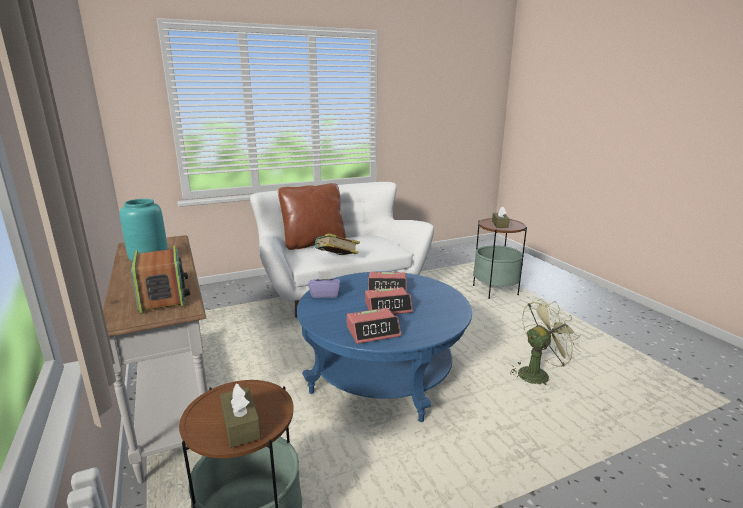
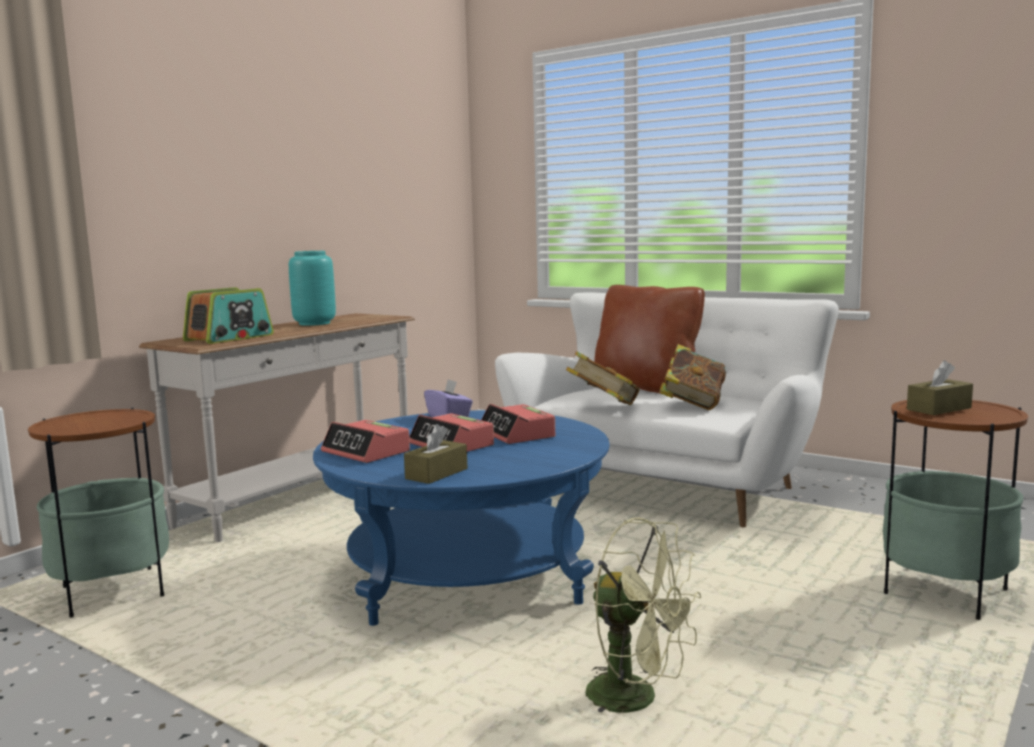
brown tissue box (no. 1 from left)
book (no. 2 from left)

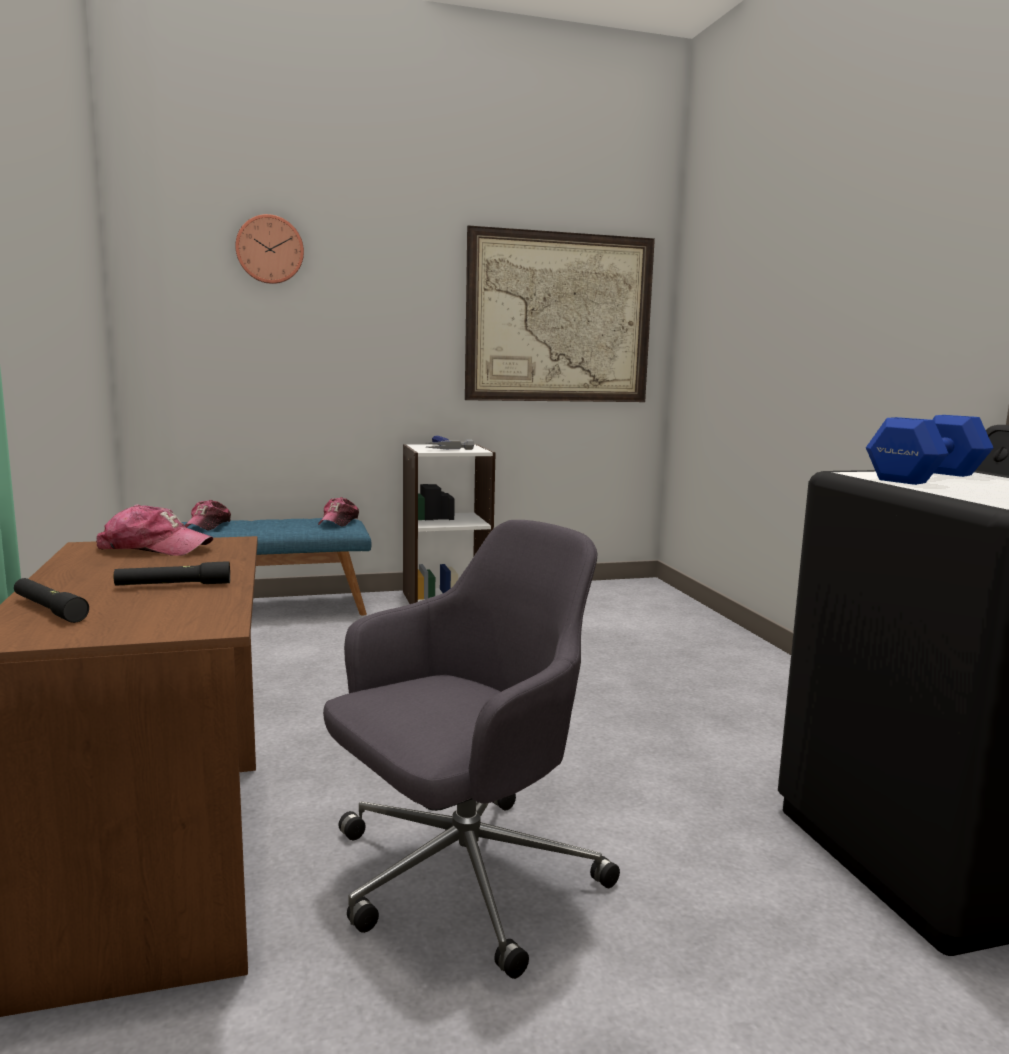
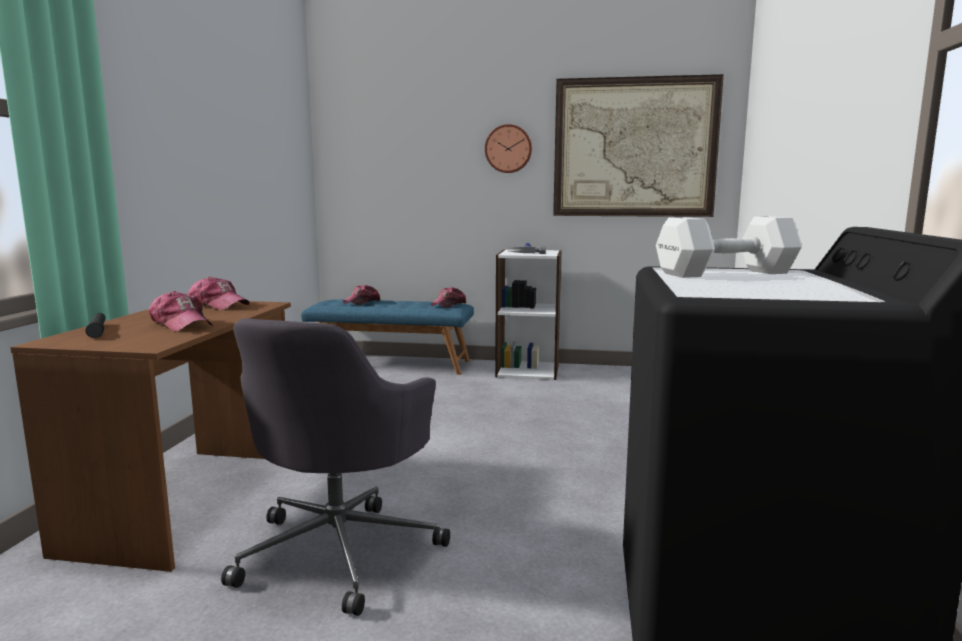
cap (no. 1 from left)
wall clock
grey office chair
white dumbbell

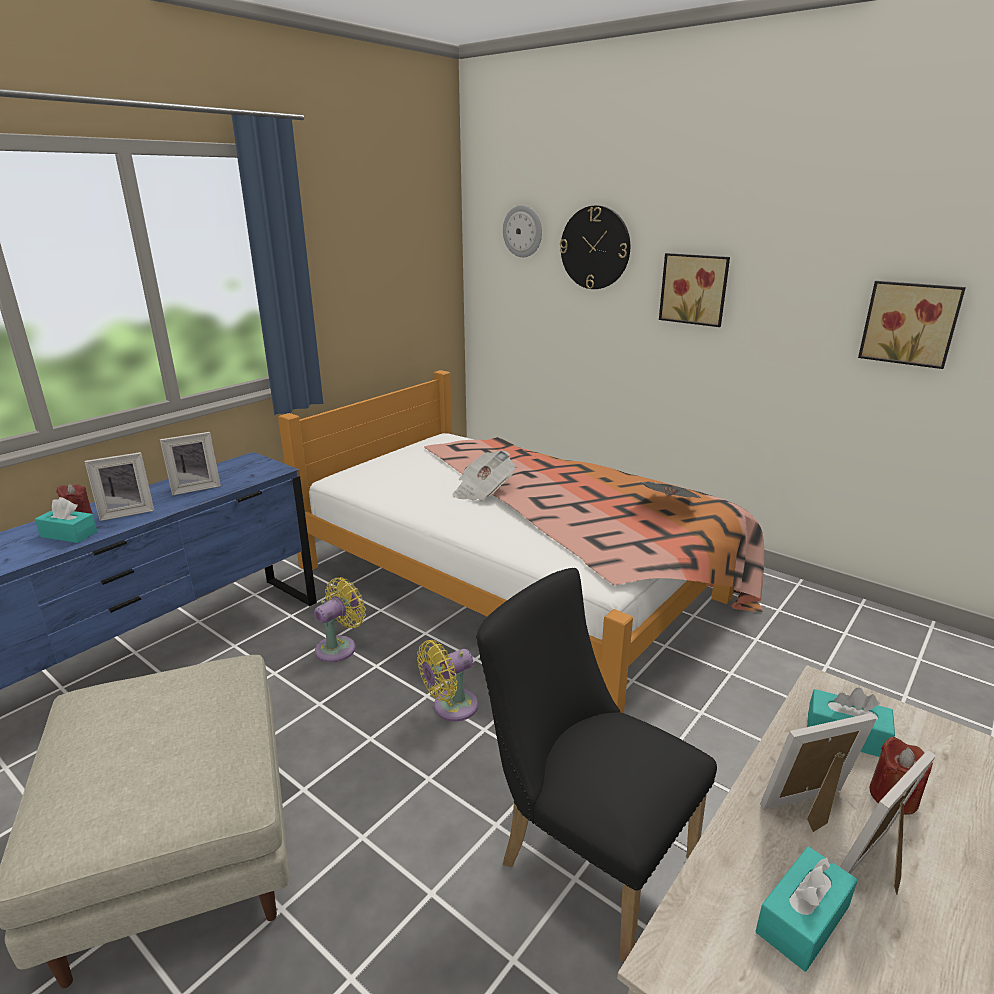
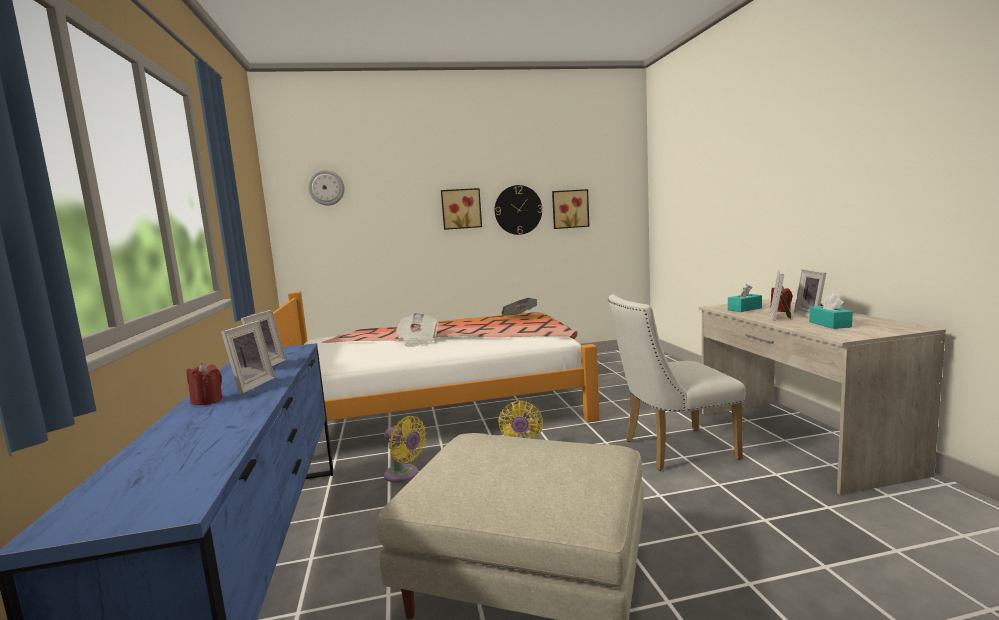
turquoise tissue box (no. 1 from left in the first image)
yellow fan (no. 1 from left)
white chair
wall clock (no. 2 from left)

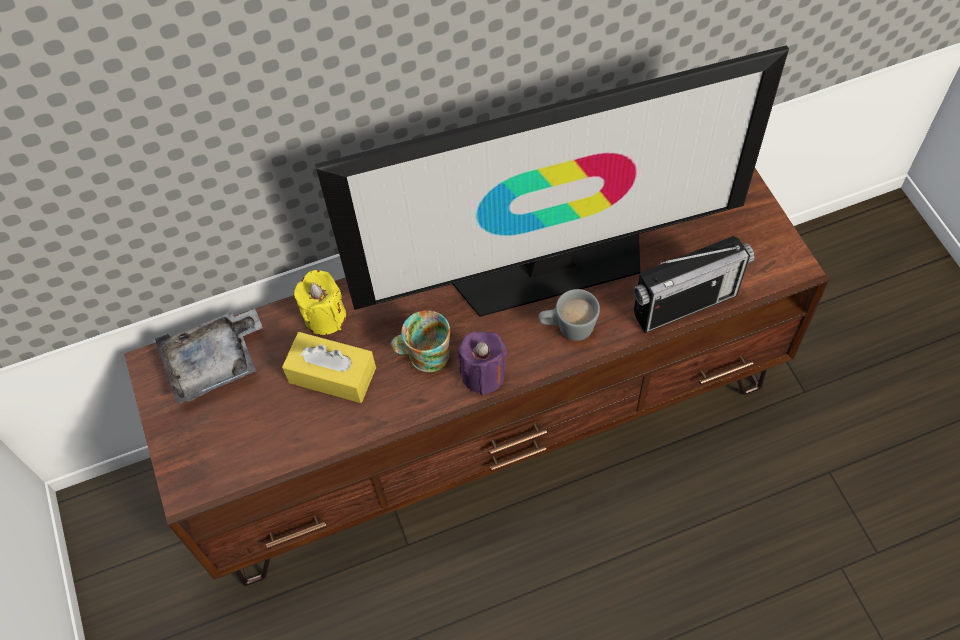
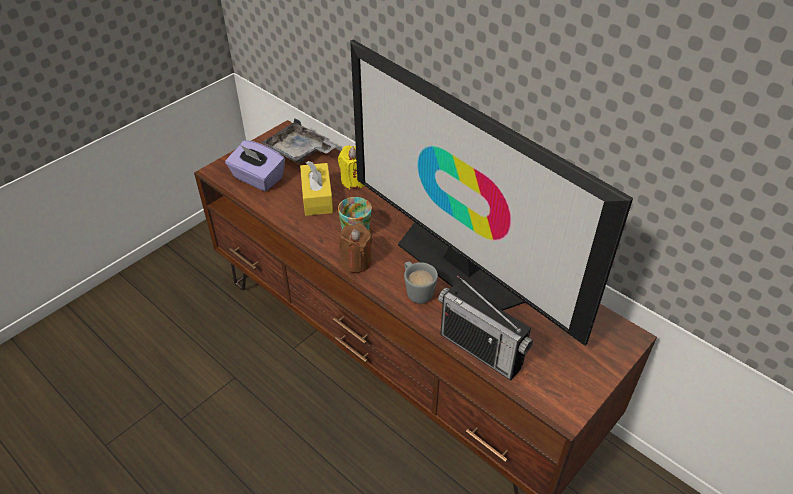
brown candle
purple tissue box

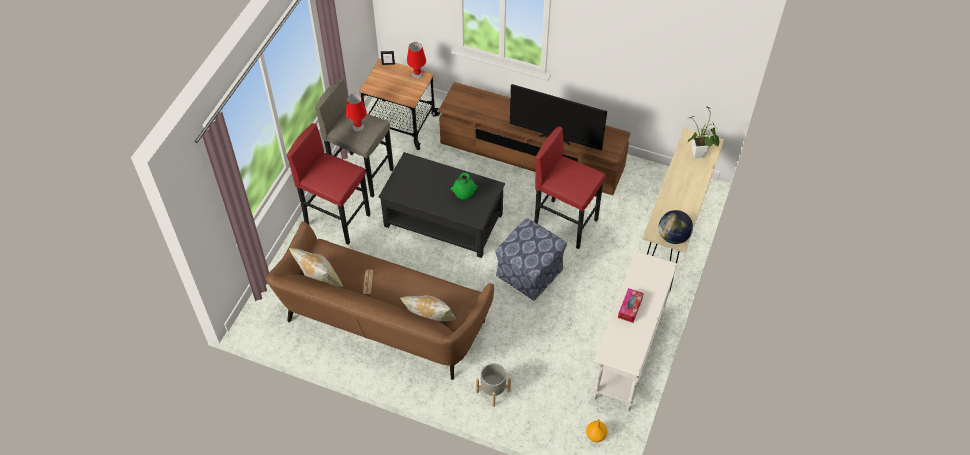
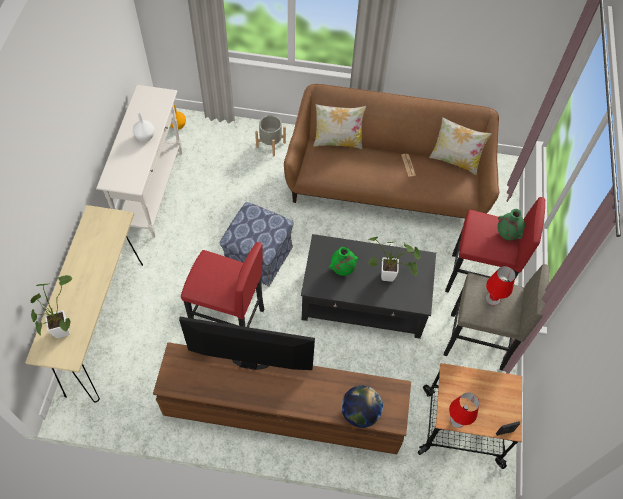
white vase
globe
potted plant (no. 2 from left)
green vase (no. 2 from left)

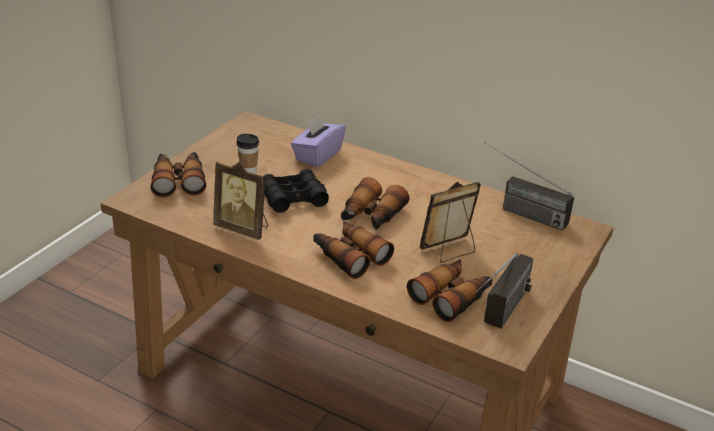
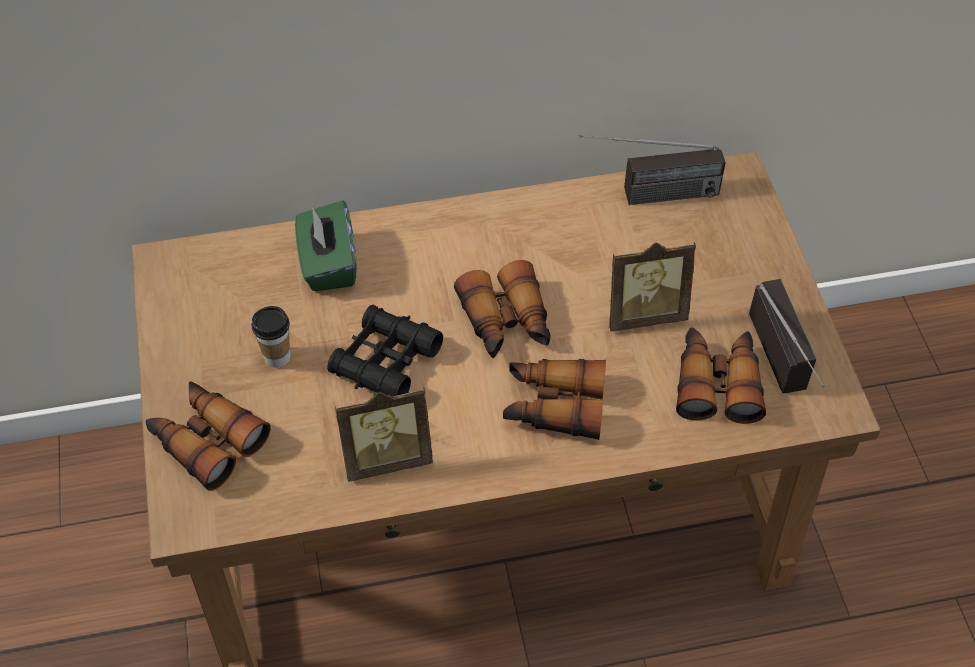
green tissue box
picture frame (no. 2 from left)

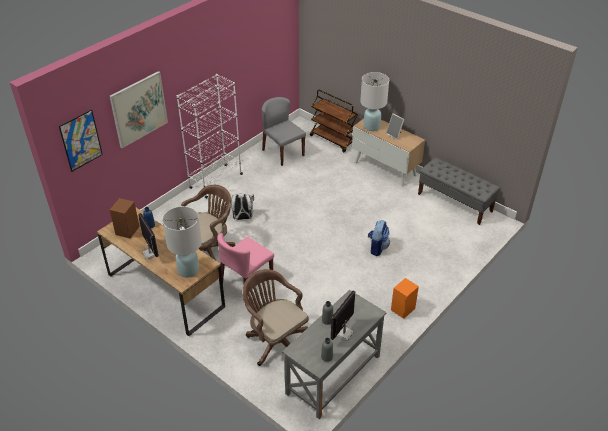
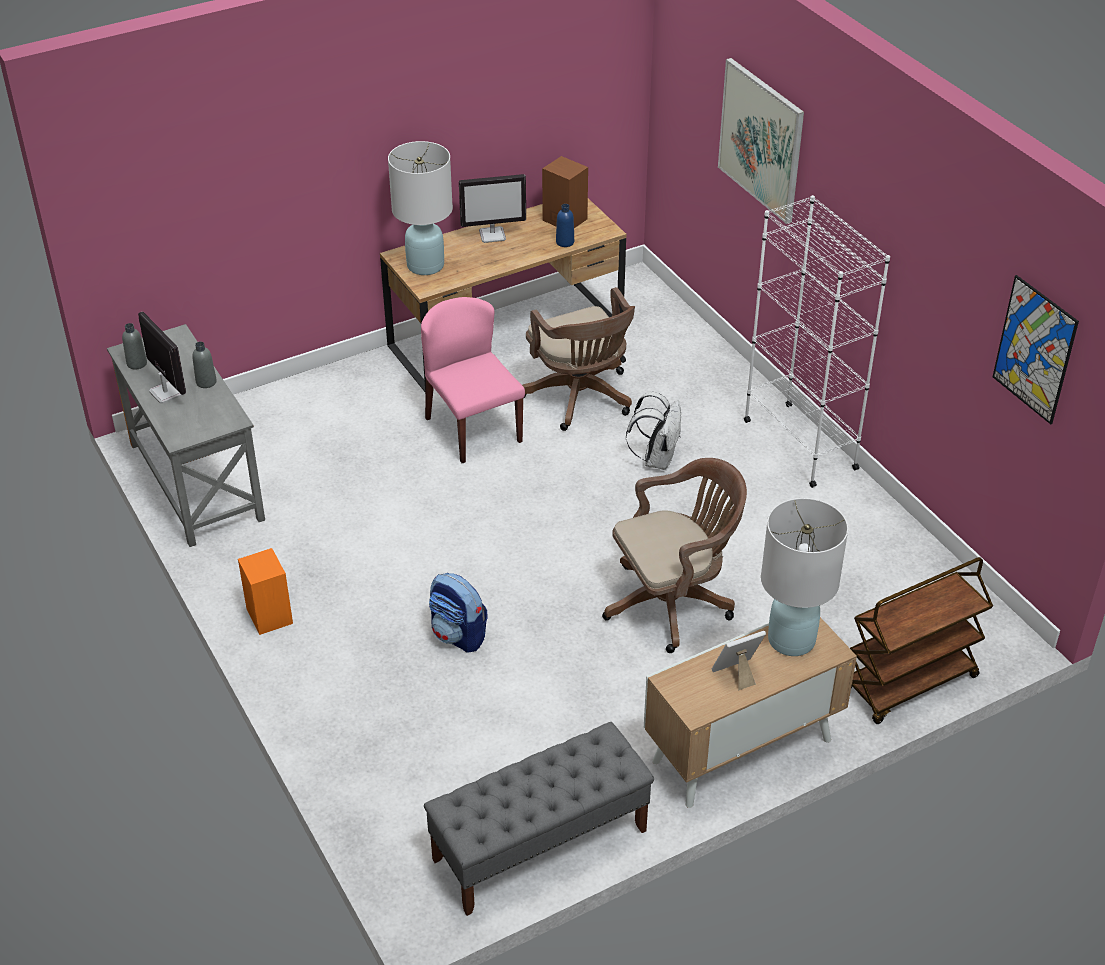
picture (no. 2 from left)
brown office chair (no. 2 from left)
grey chair

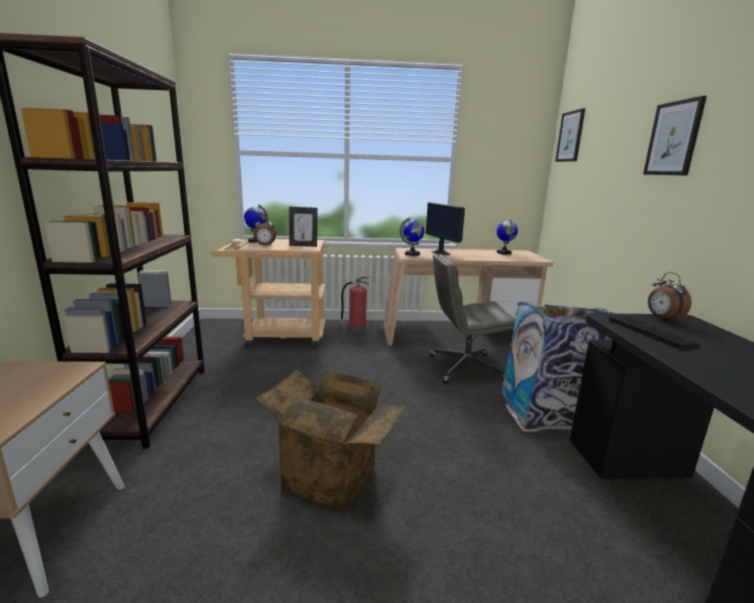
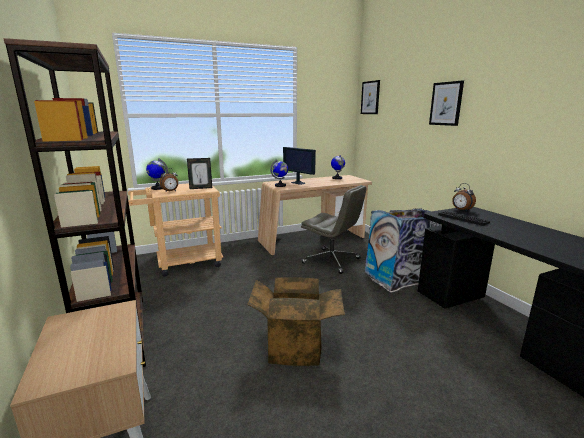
fire extinguisher
grey office chair

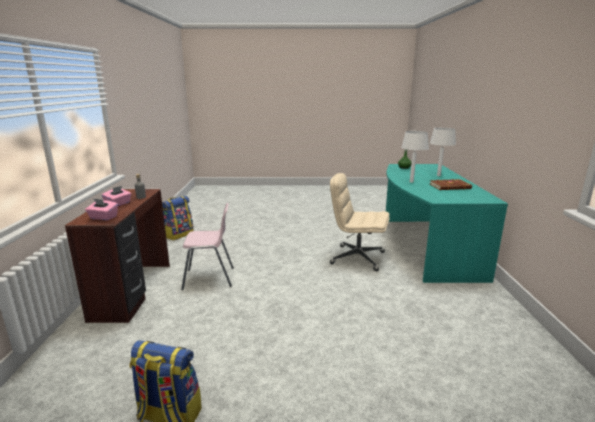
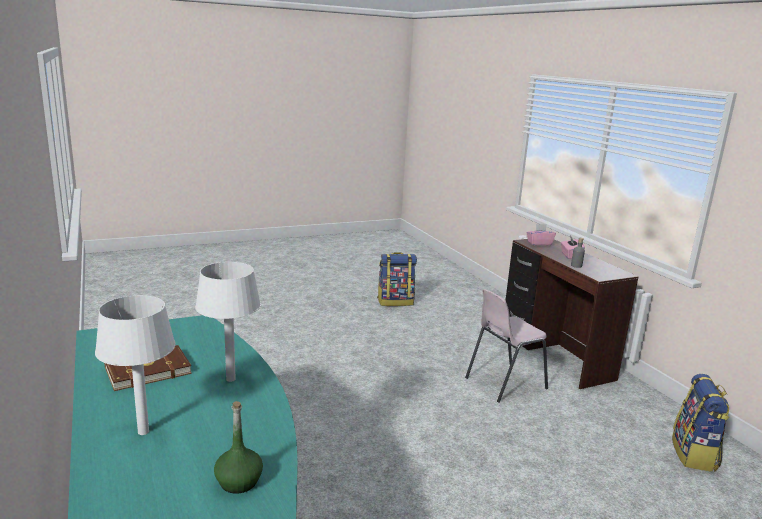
beige office chair

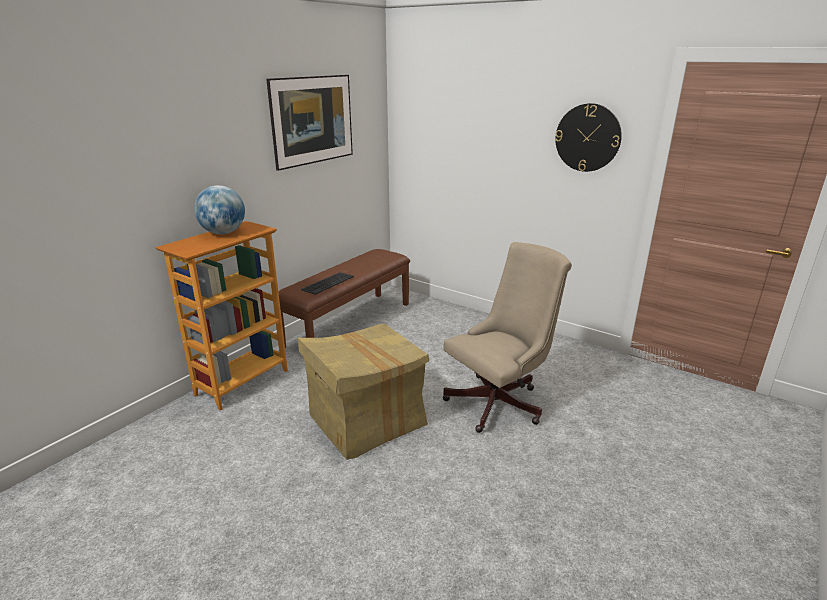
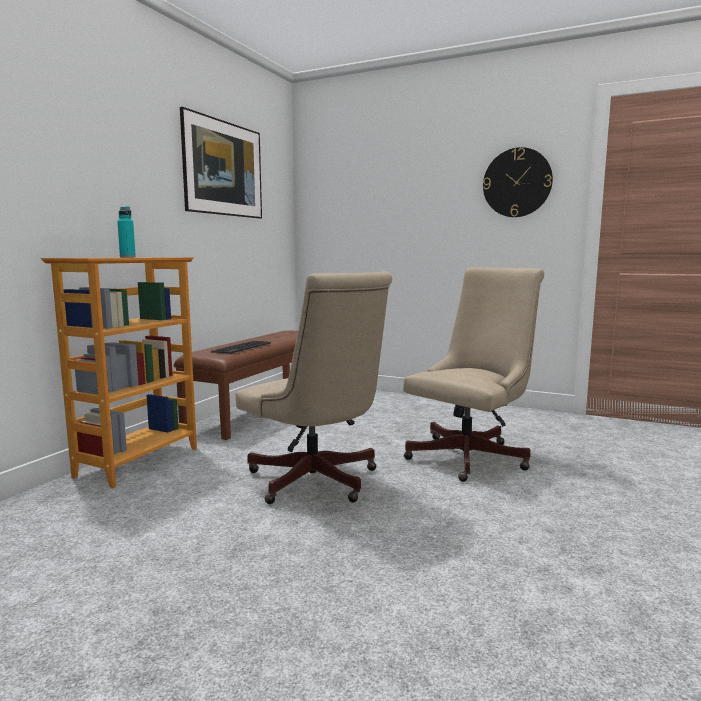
turquoise bottle
beige office chair (no. 1 from left)

